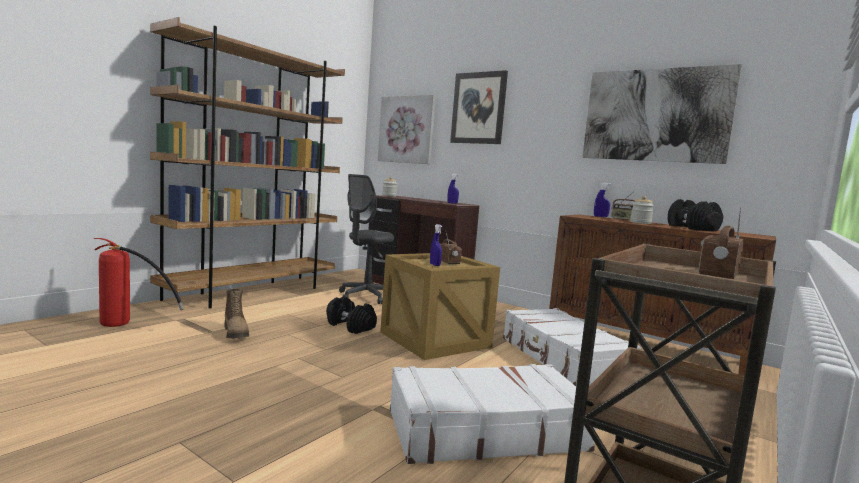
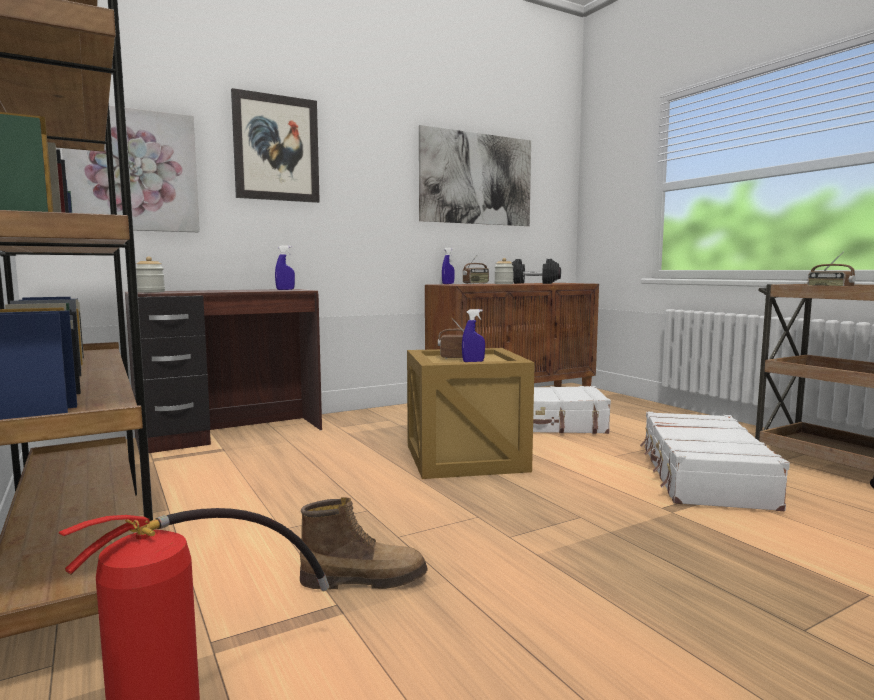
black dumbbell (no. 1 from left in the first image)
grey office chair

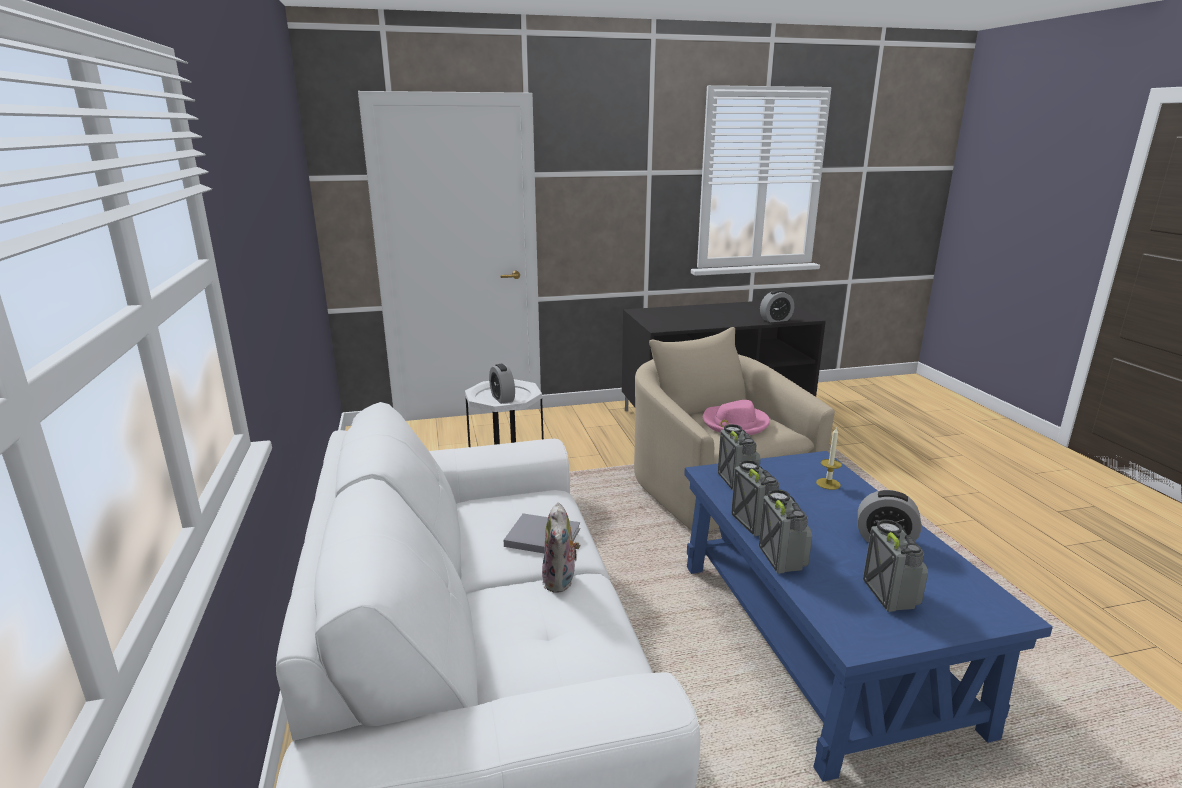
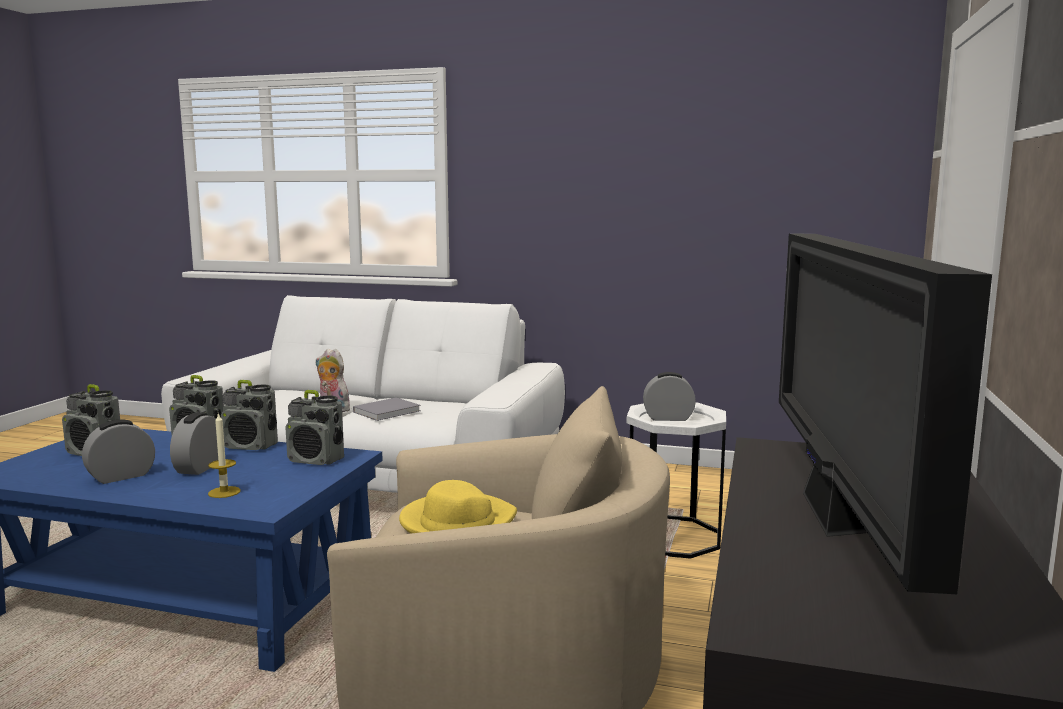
yellow hat
alarm clock (no. 2 from left)
television

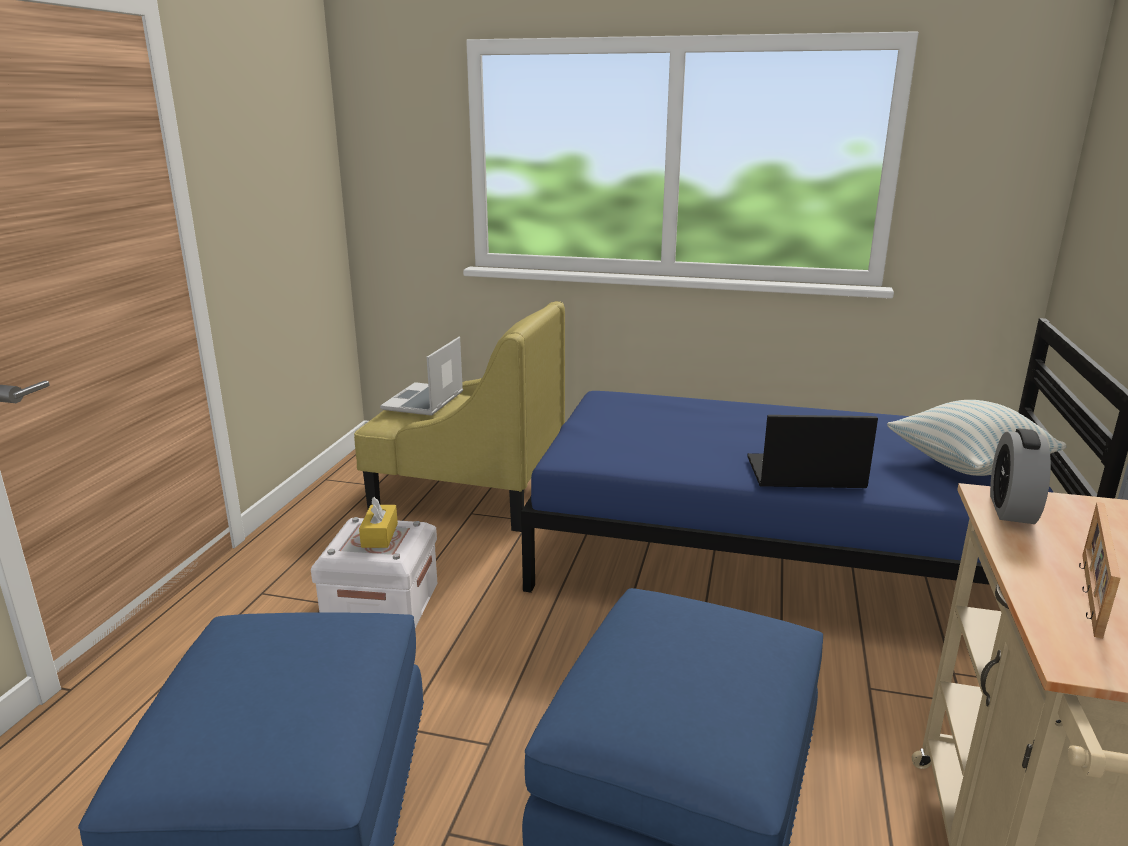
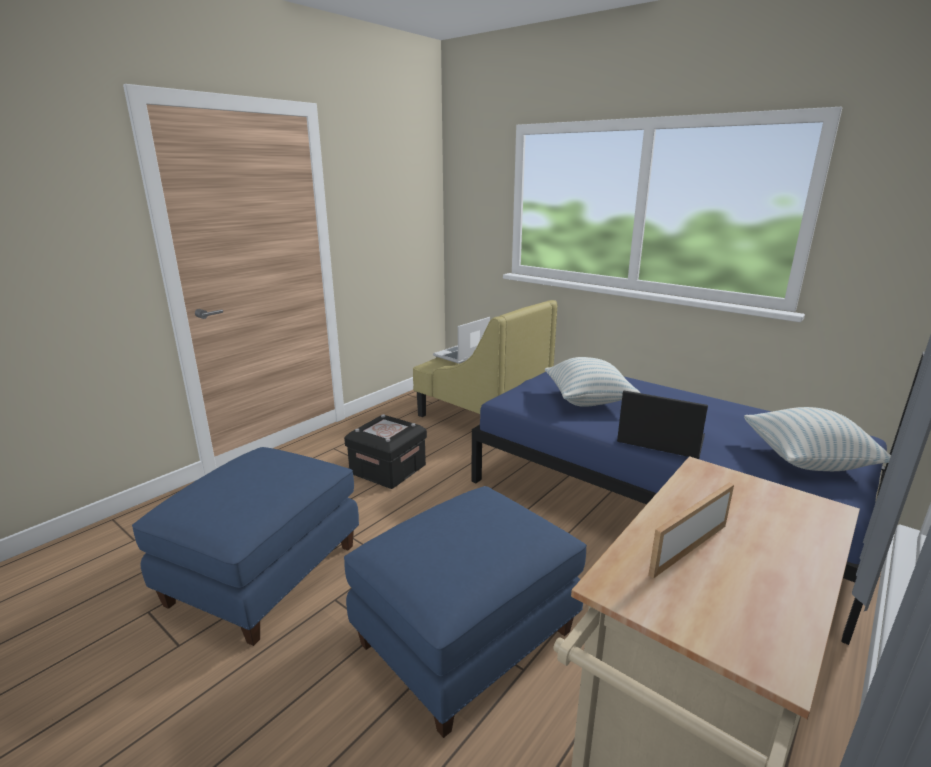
black storage box
yellow tissue box
alarm clock
pillow (no. 1 from left)

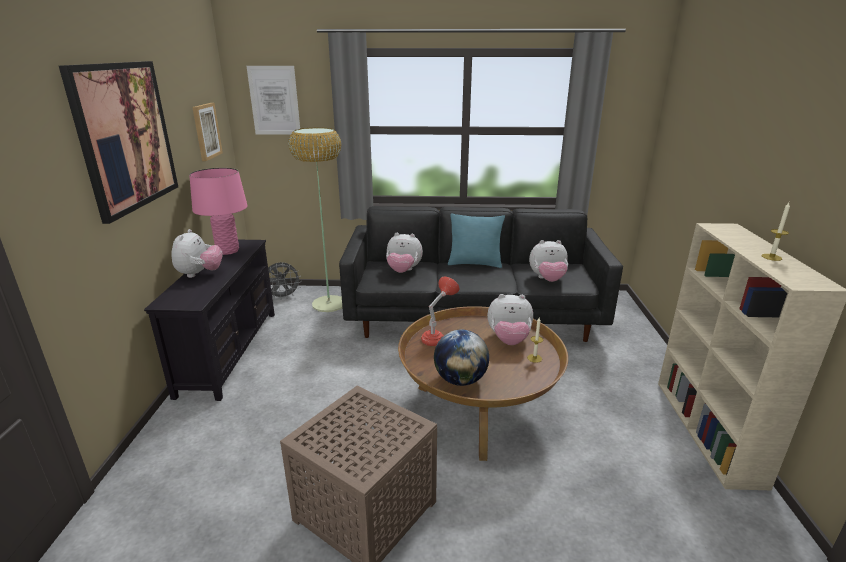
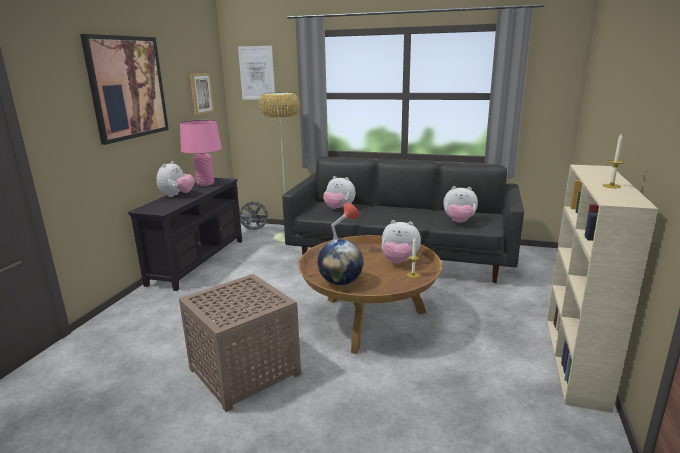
turquoise pillow

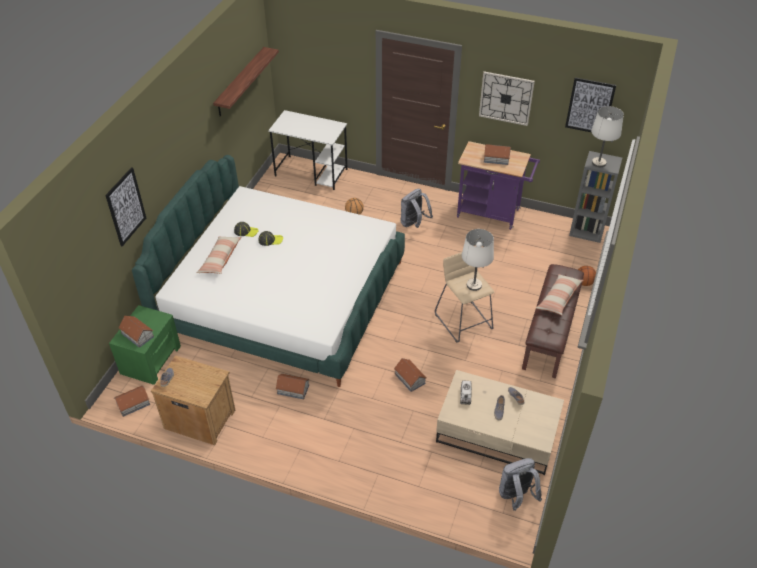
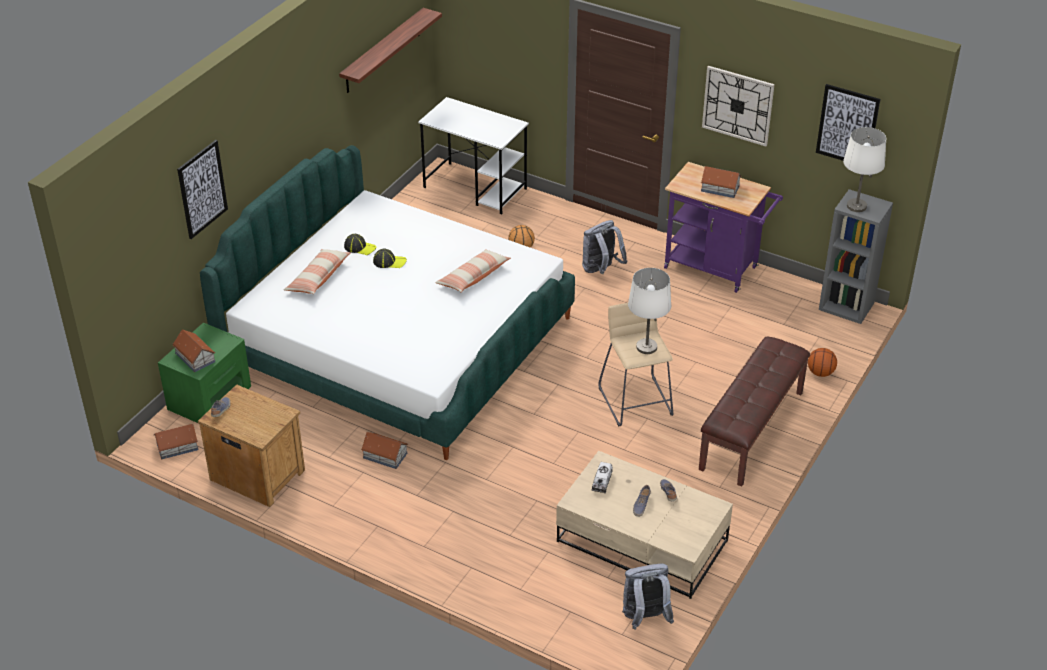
toy house (no. 4 from left in the first image)
pillow (no. 2 from left)

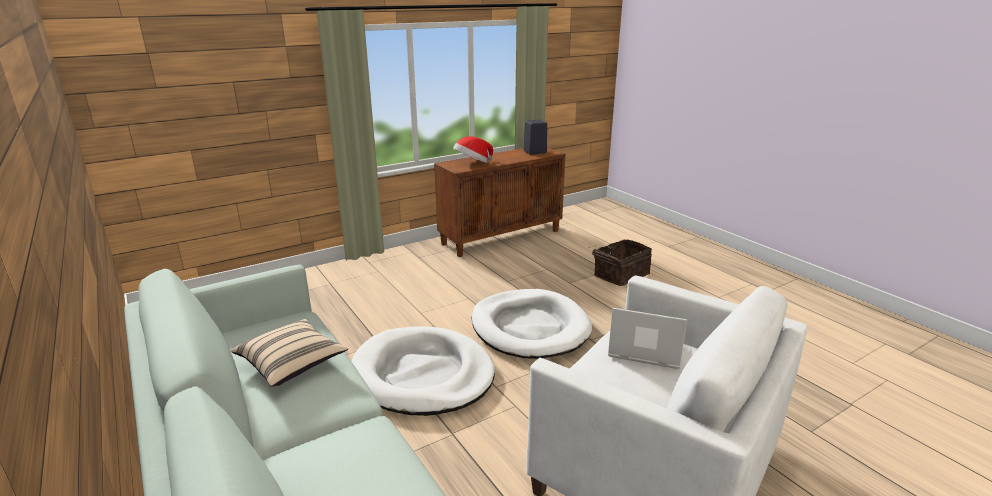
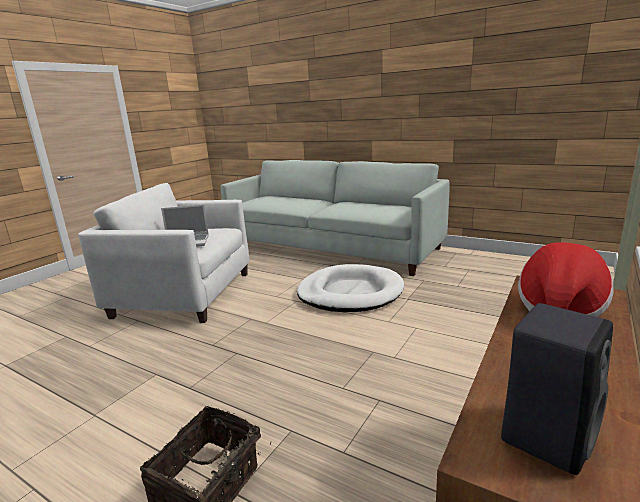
beige pillow
white dog bed (no. 2 from left in the first image)

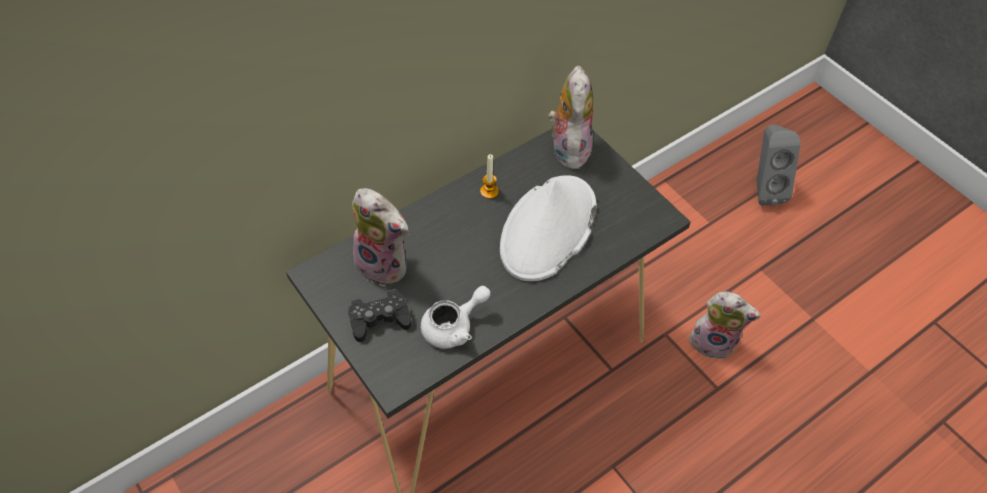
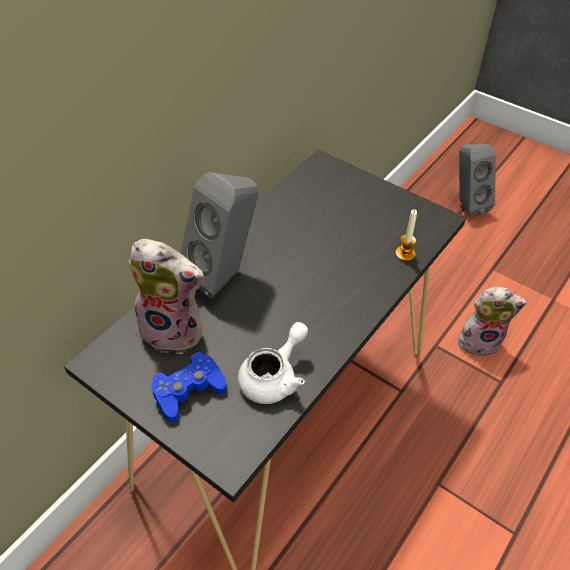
blue game controller
candle
white hat
plush toy (no. 2 from left in the first image)
grey speaker (no. 1 from left)

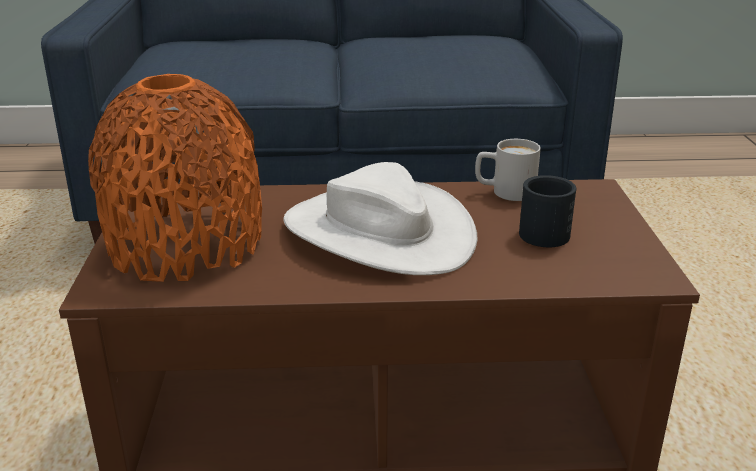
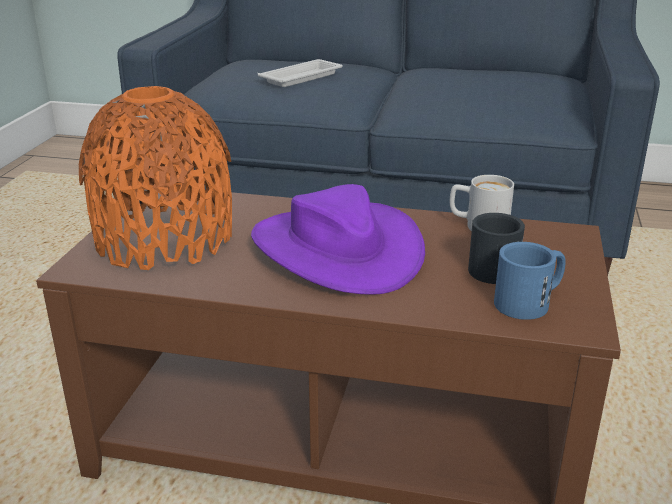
purple hat
white tray
blue mug

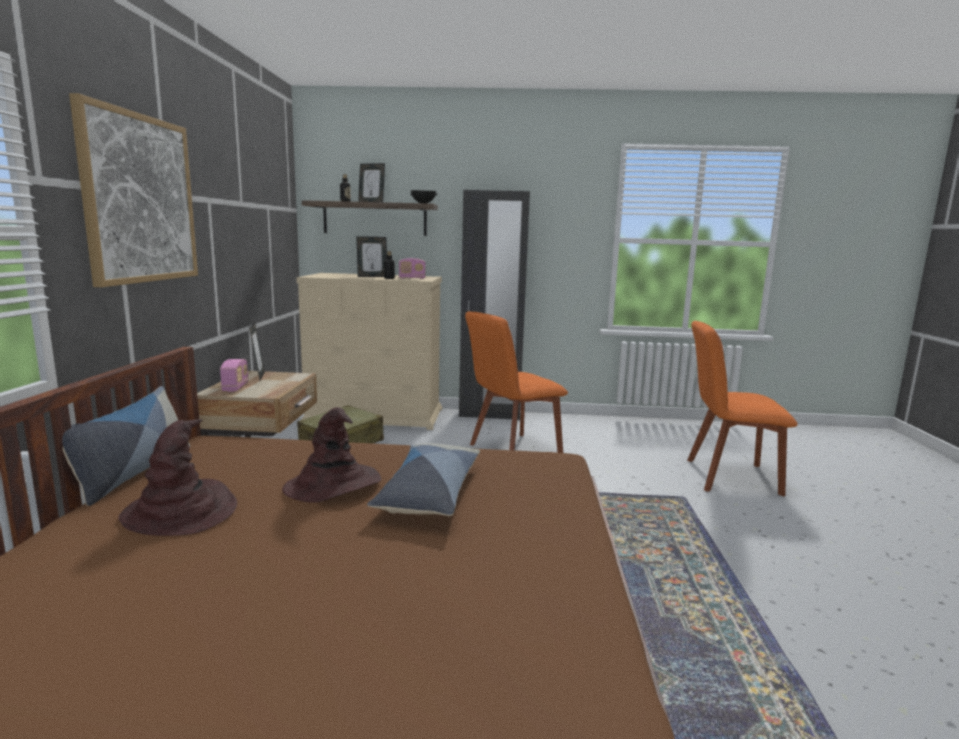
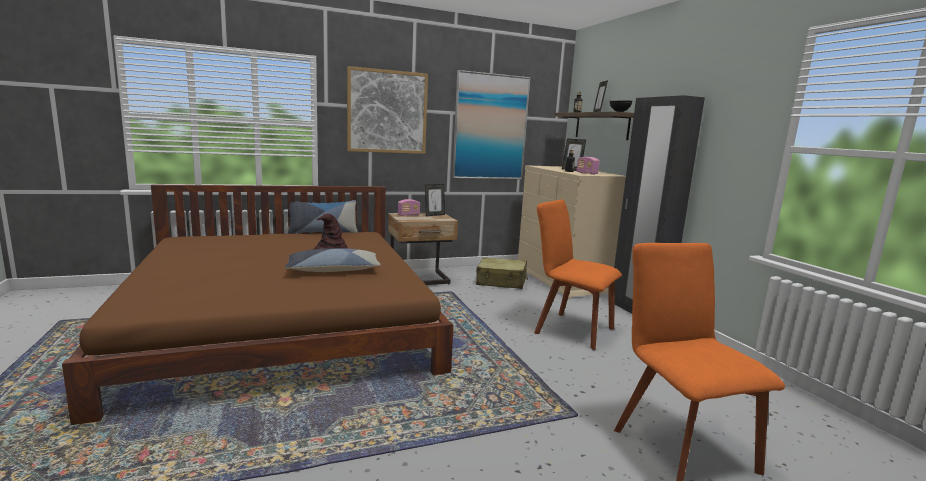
brown hat (no. 1 from left in the first image)
picture (no. 2 from left)

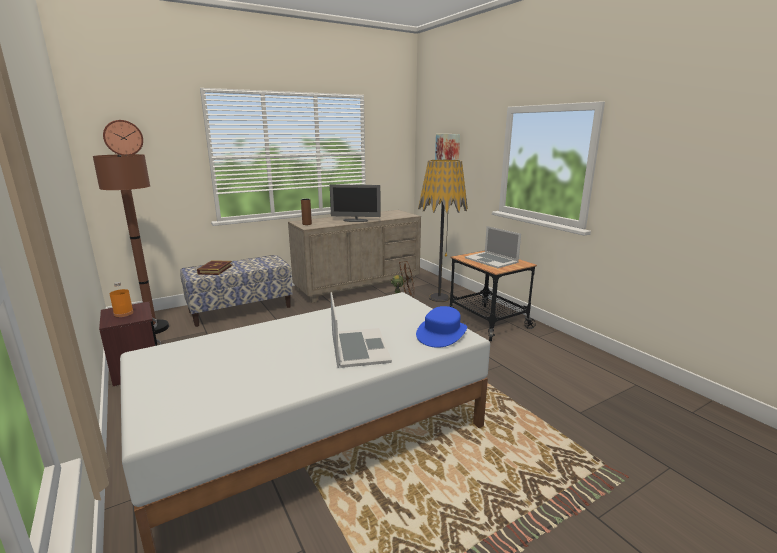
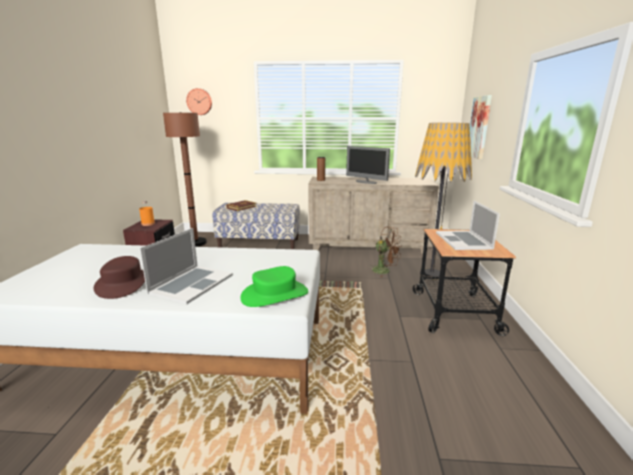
green hat
brown hat

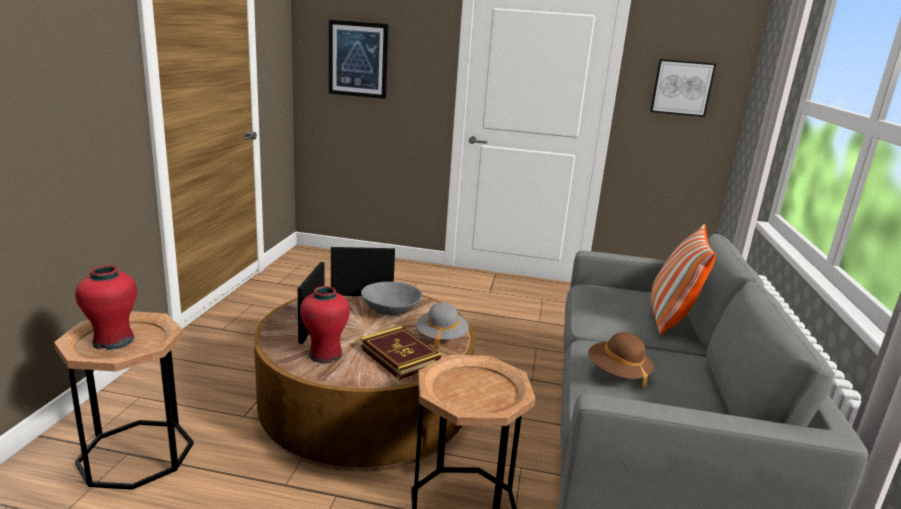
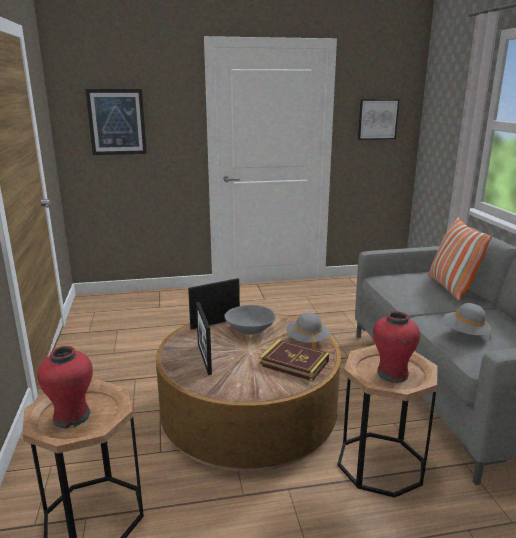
red vase (no. 2 from left)
grey hat (no. 2 from left)

